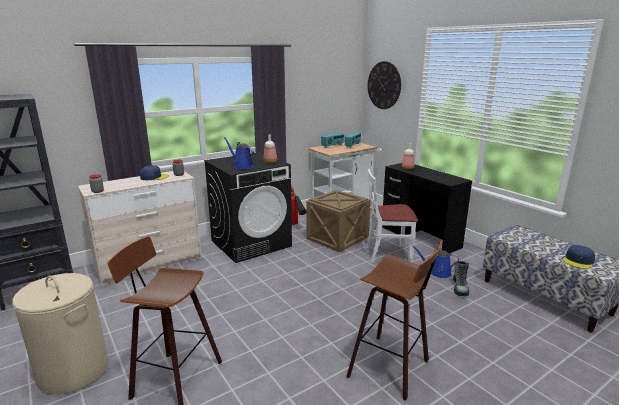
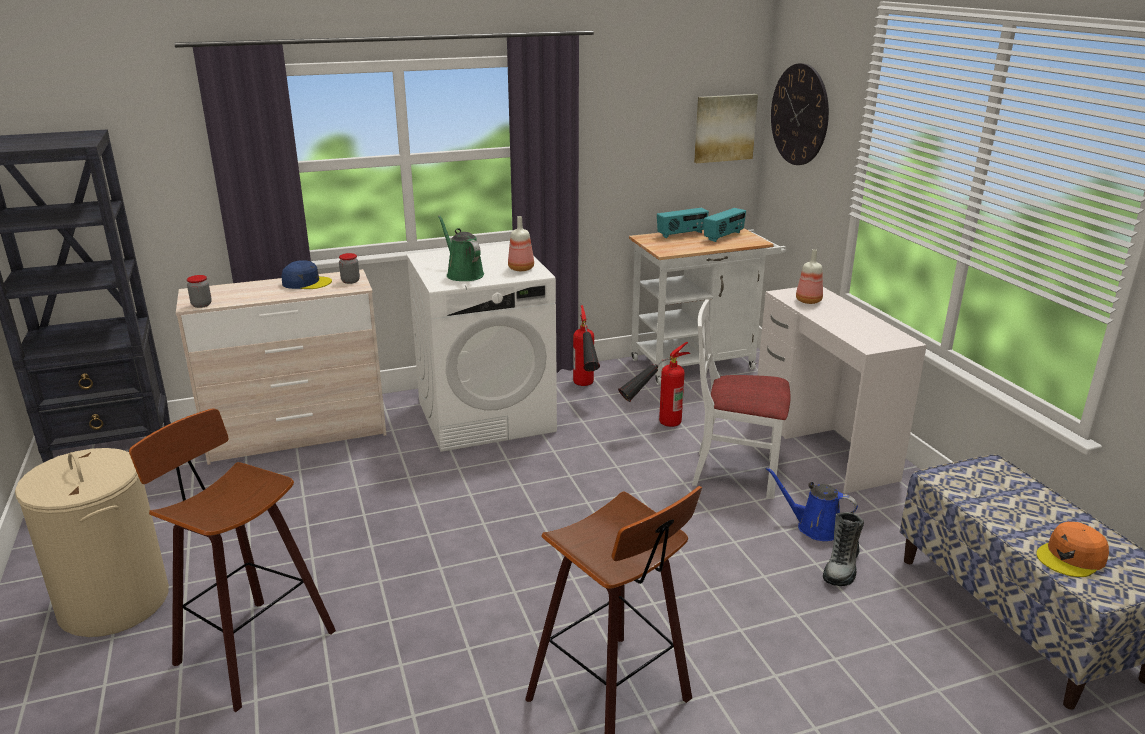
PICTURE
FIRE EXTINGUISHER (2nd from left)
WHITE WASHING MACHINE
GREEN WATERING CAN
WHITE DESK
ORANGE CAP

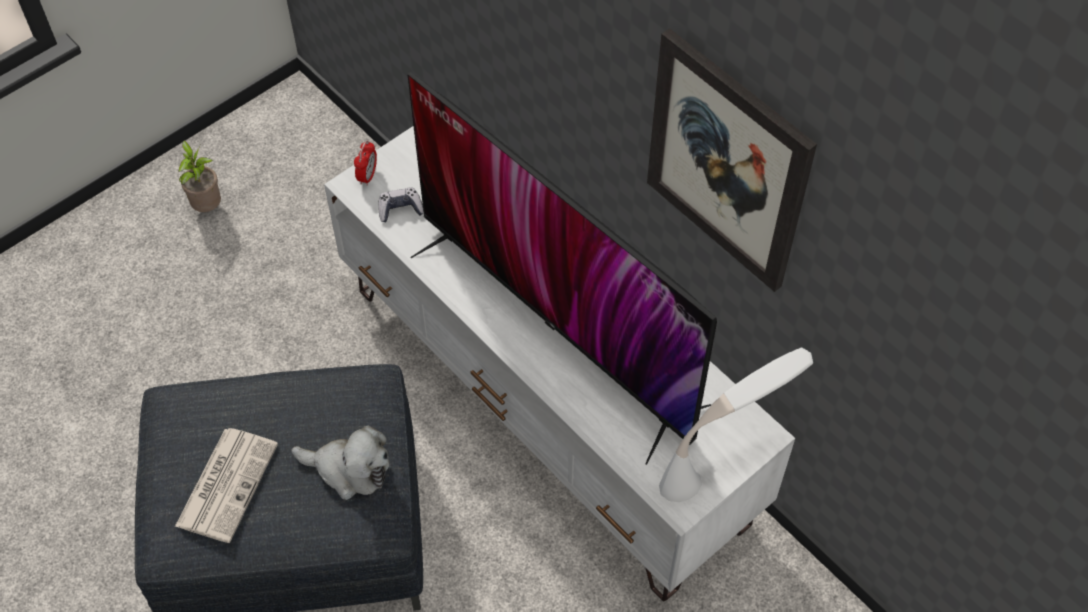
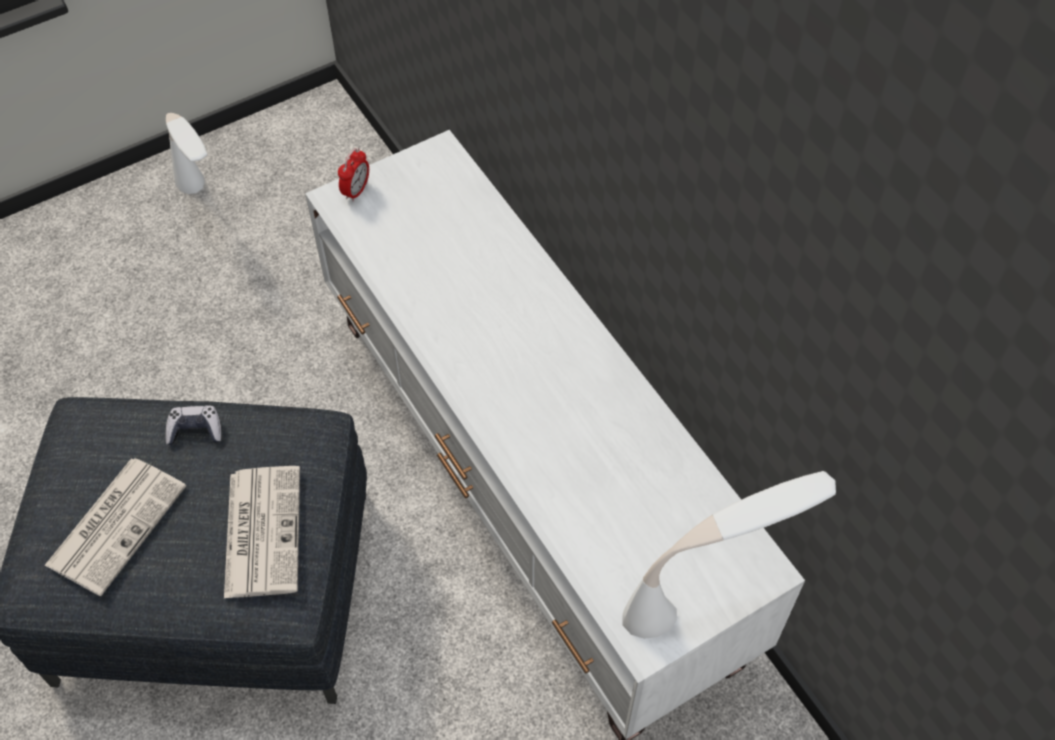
TELEVISION
PICTURE
GAME CONTROLLER
WHITE TABLE LAMP (1st from left)
NEWSPAPER (2nd from left)

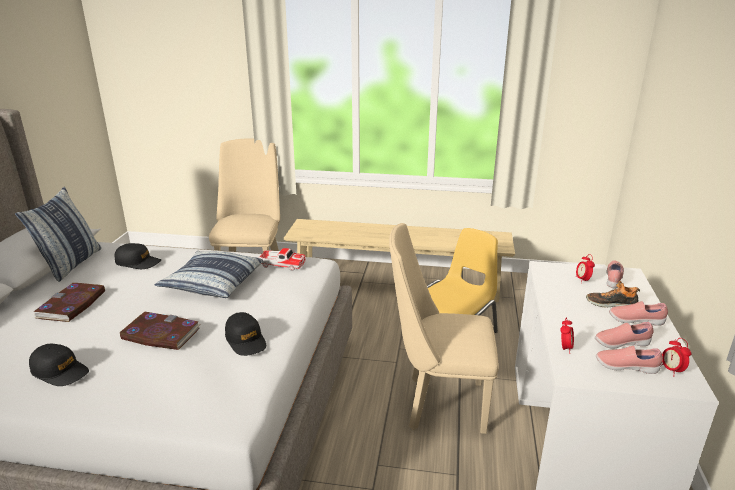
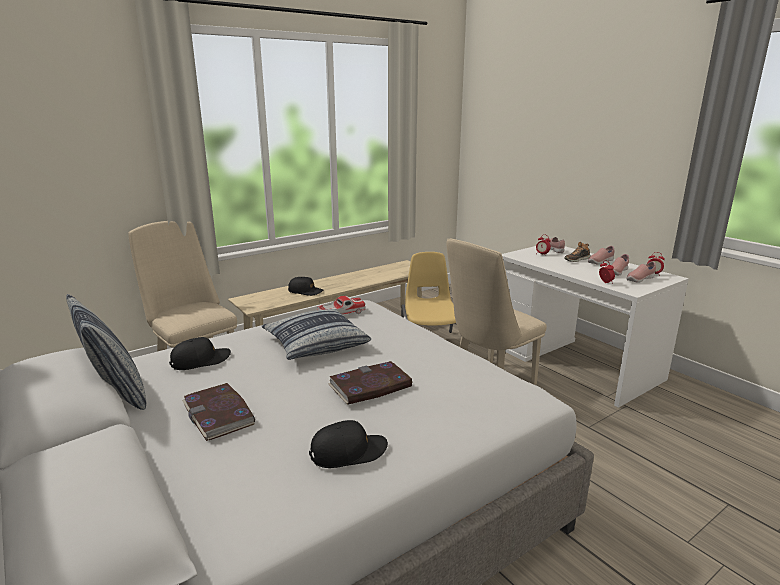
BLACK CAP (2nd from left)

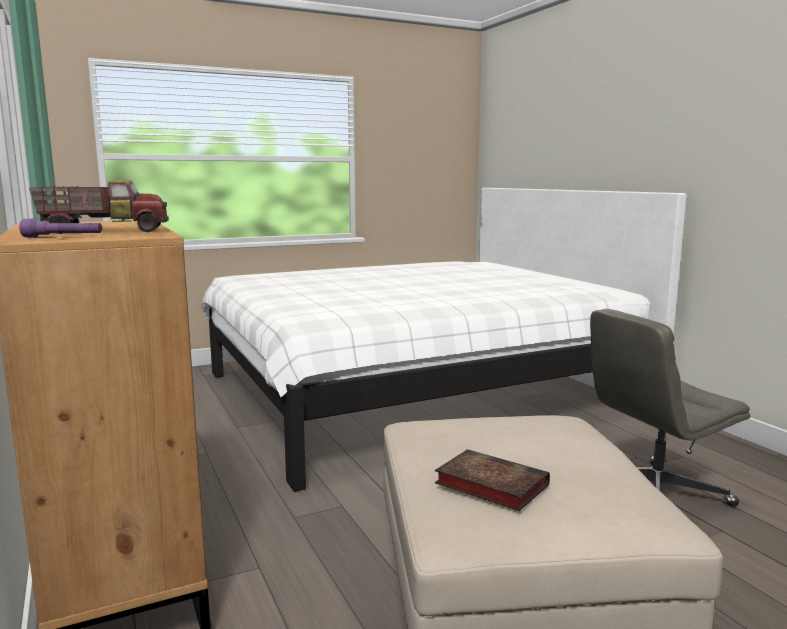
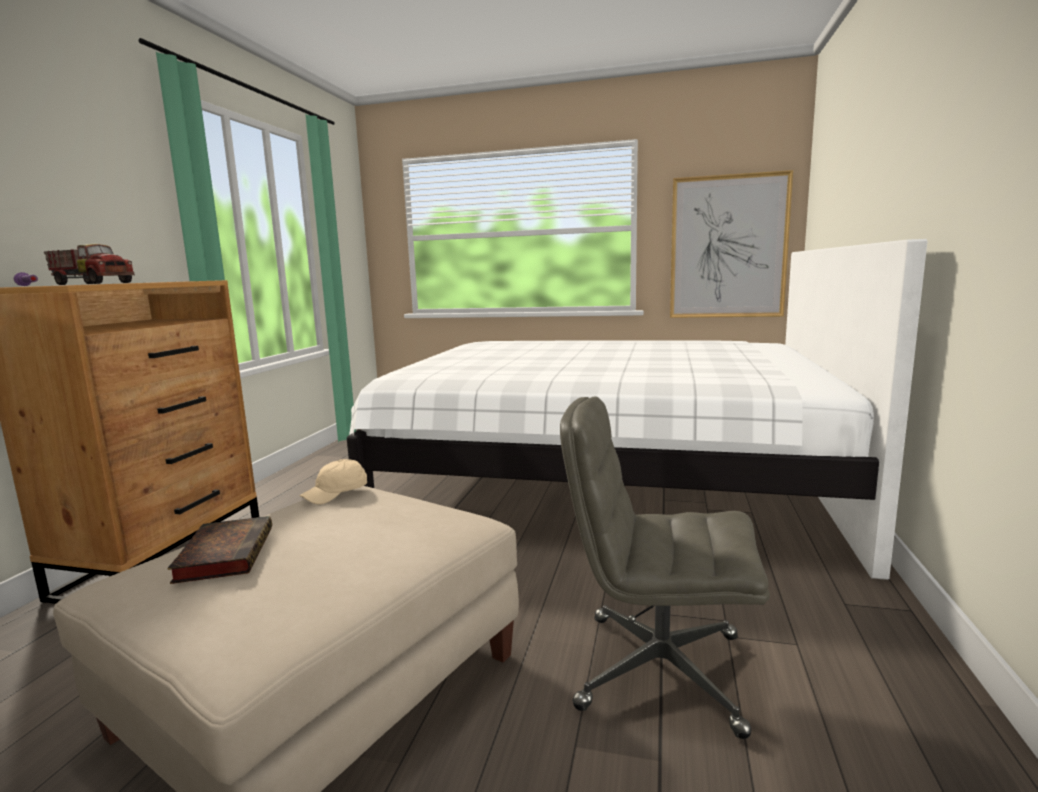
BEIGE CAP
PICTURE

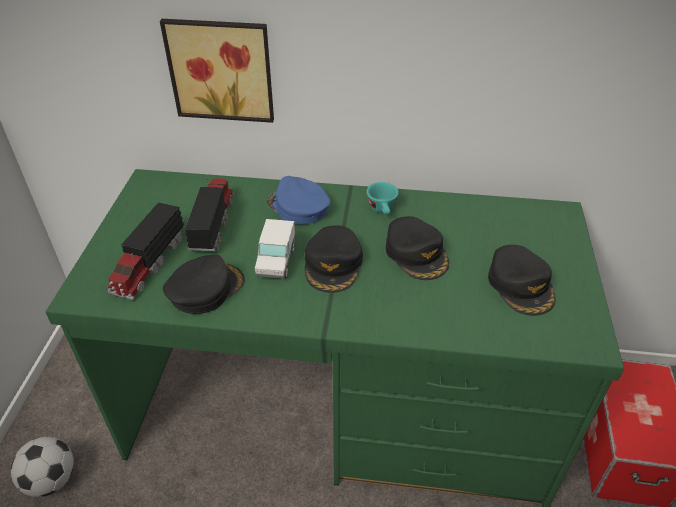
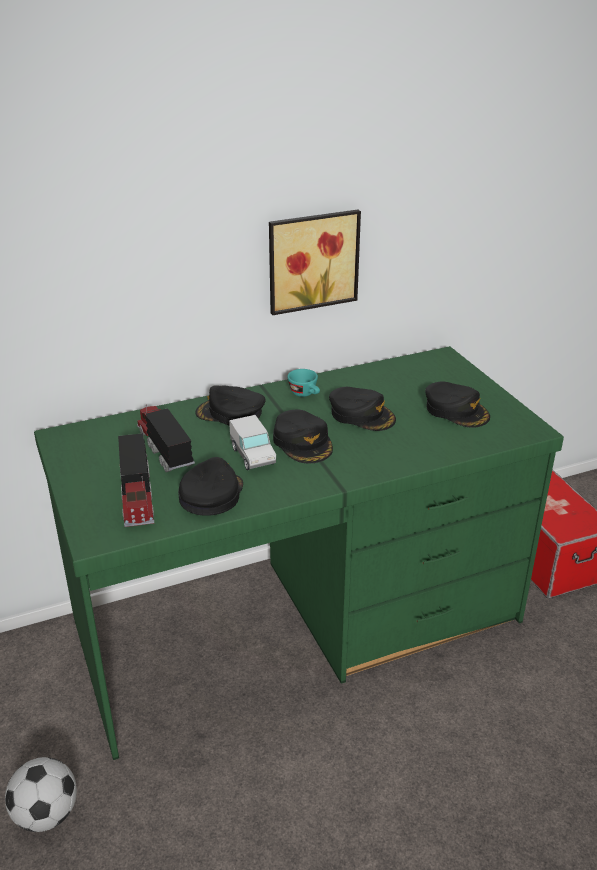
PICTURE
BLACK CAP (2nd from left)

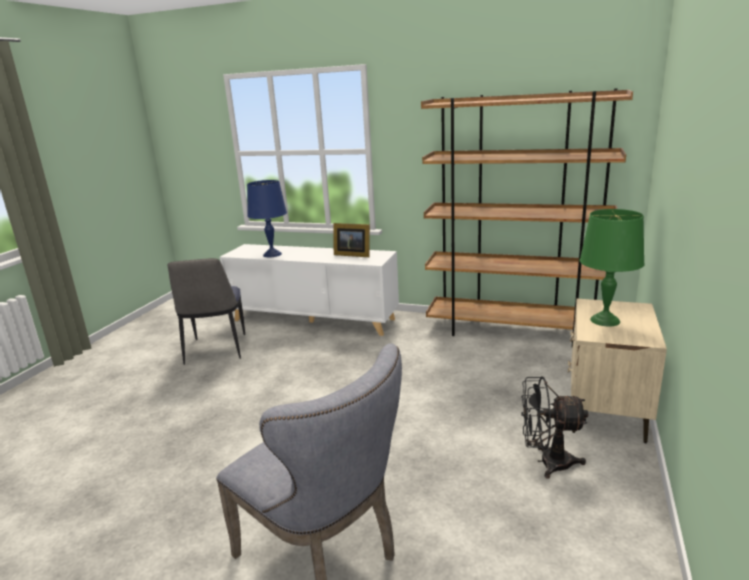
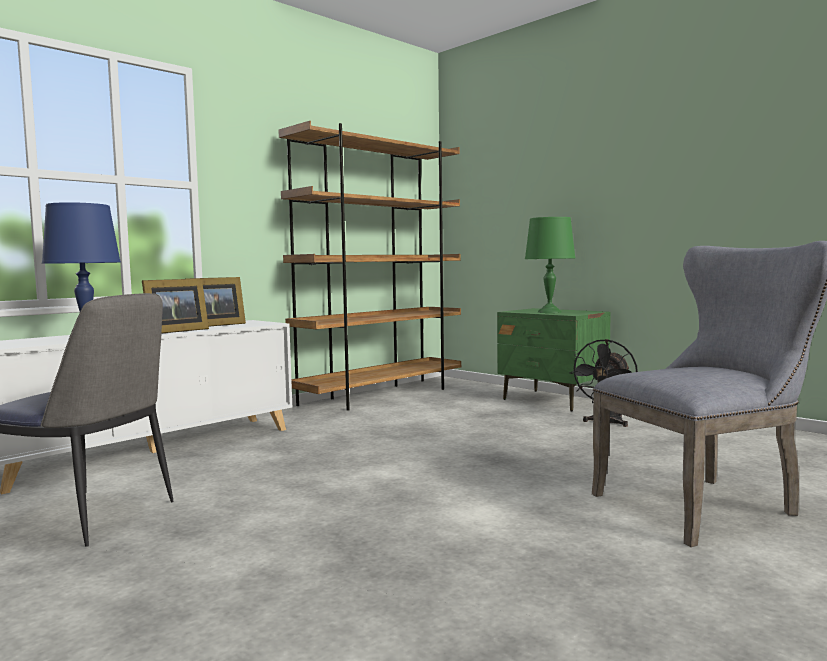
PICTURE FRAME (1st from left)
GREEN NIGHTSTAND

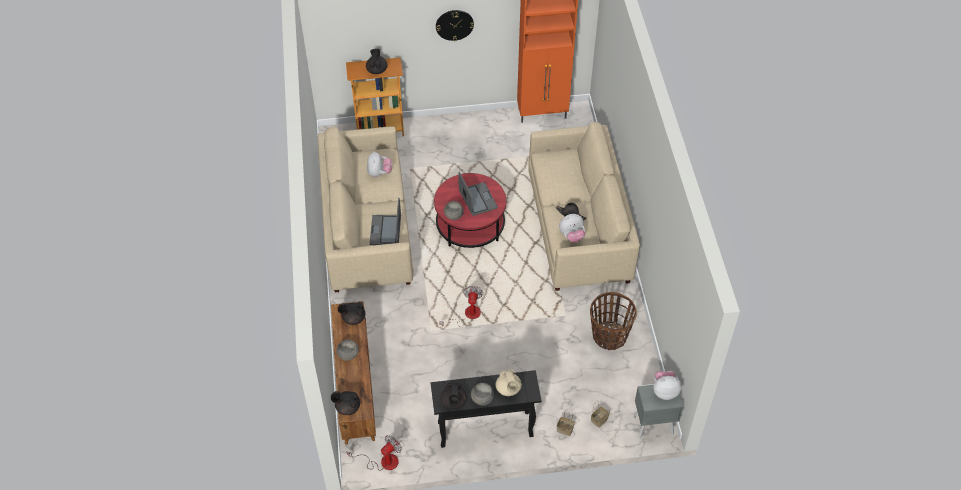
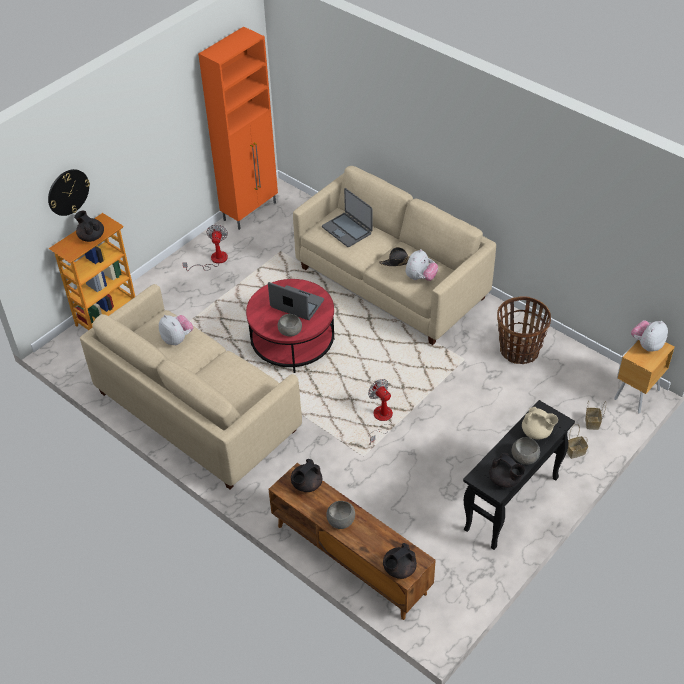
FAN (1st from left)
LAPTOP (2nd from left)
WALL CLOCK
BROWN NIGHTSTAND

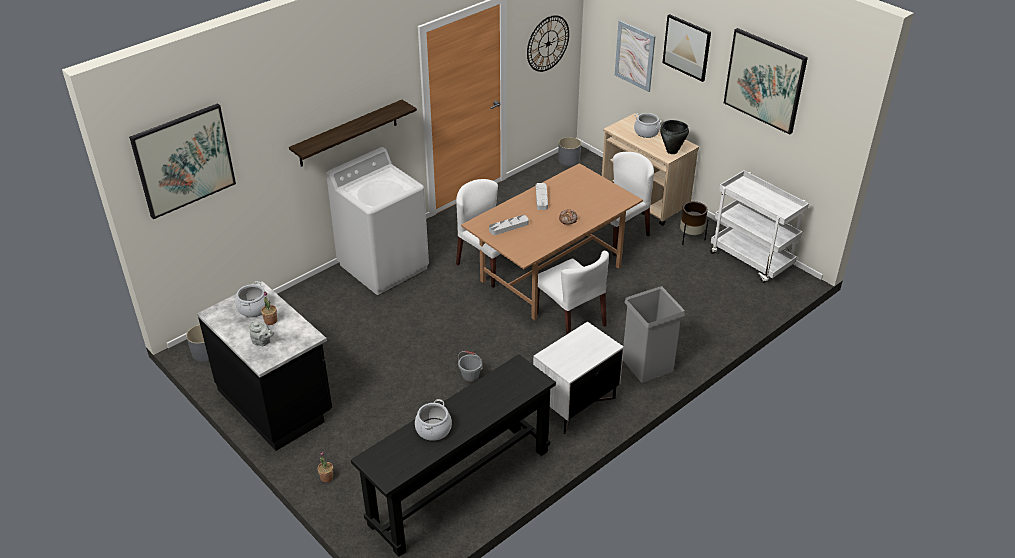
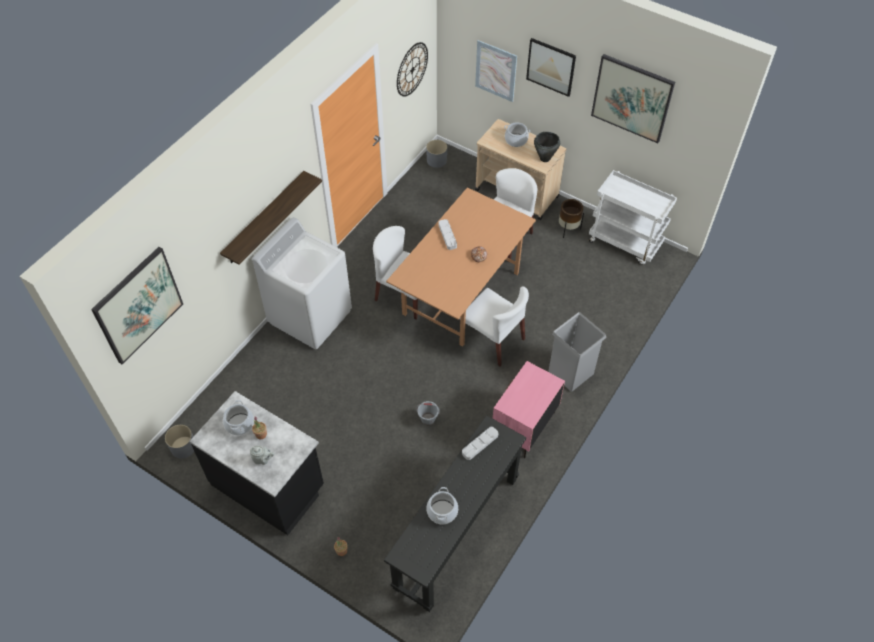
GREY TRAY (2nd from left)
PINK NIGHTSTAND

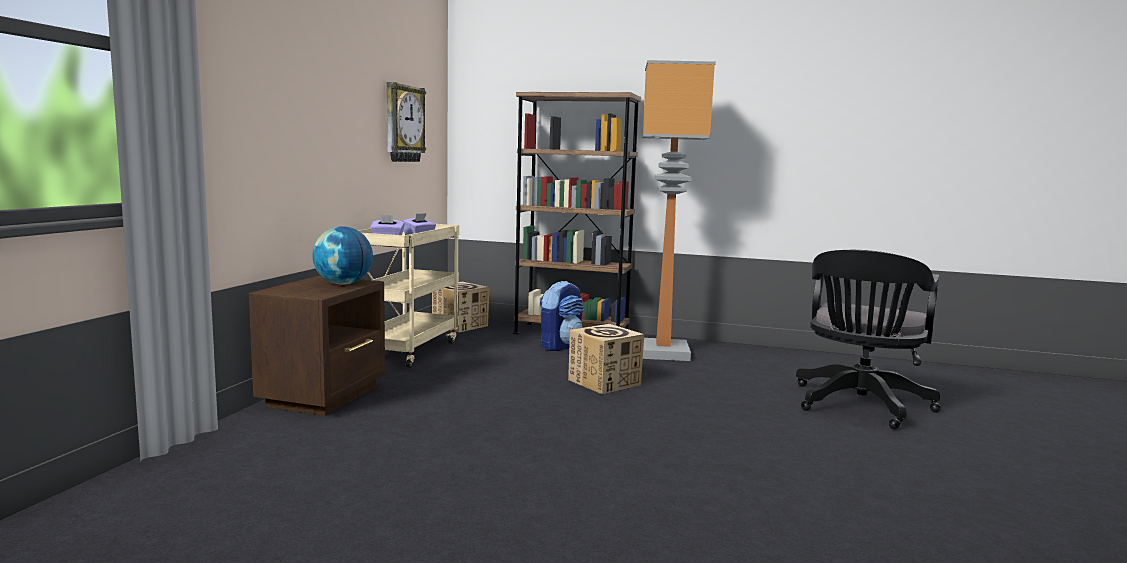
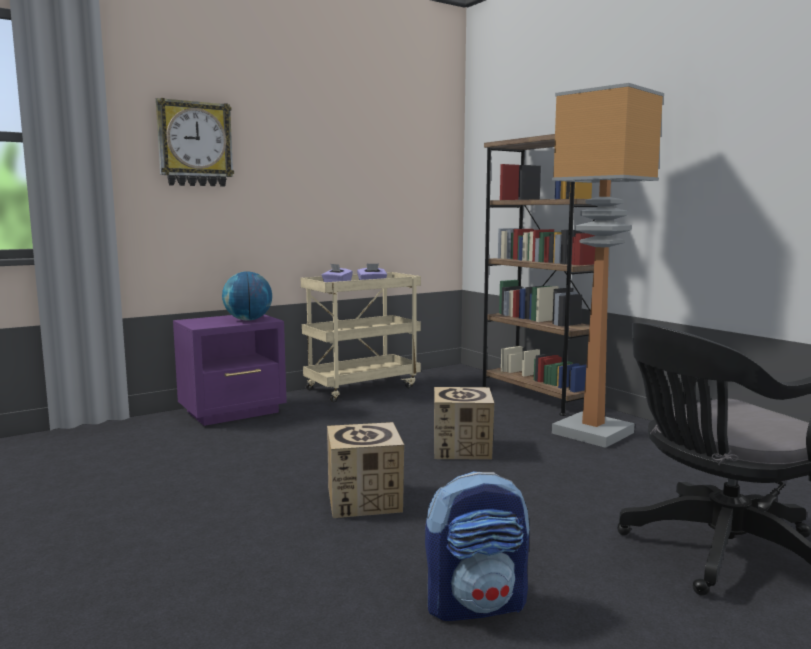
WALL CLOCK
CARDBOARD BOX (1st from left)
BACKPACK
PURPLE NIGHTSTAND

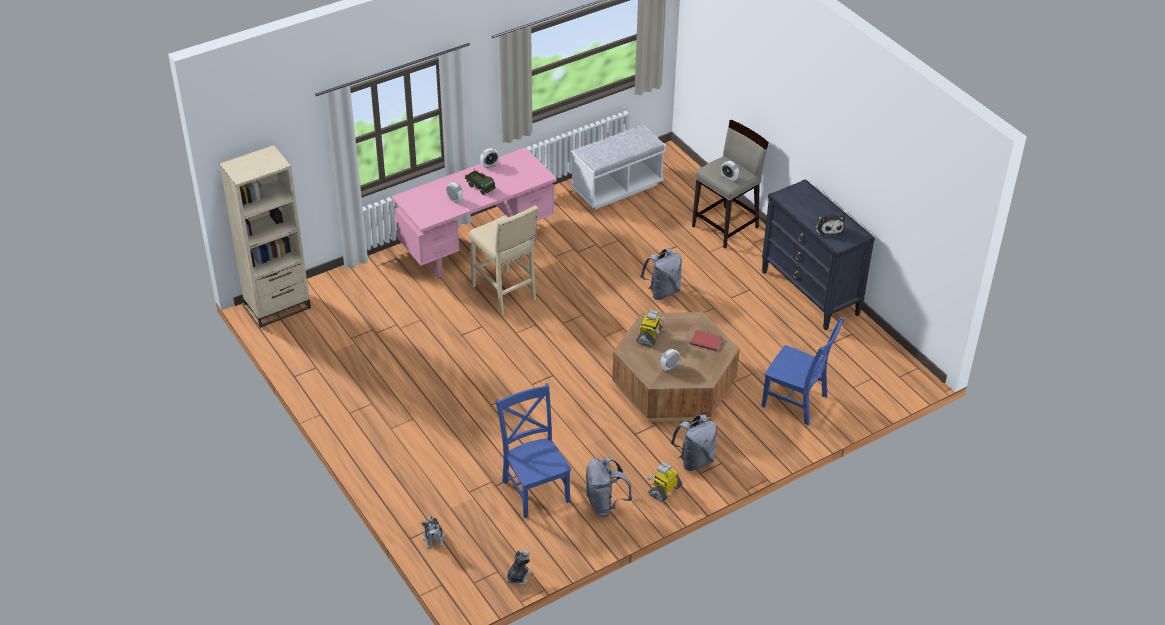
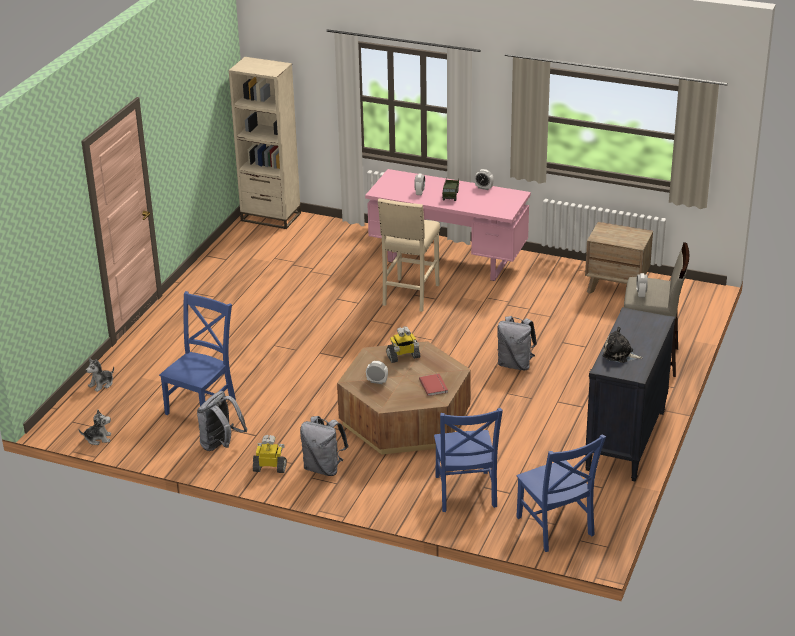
BLUE CHAIR (3rd from left)
BROWN NIGHTSTAND
PLUSH TOY (3rd from left)

